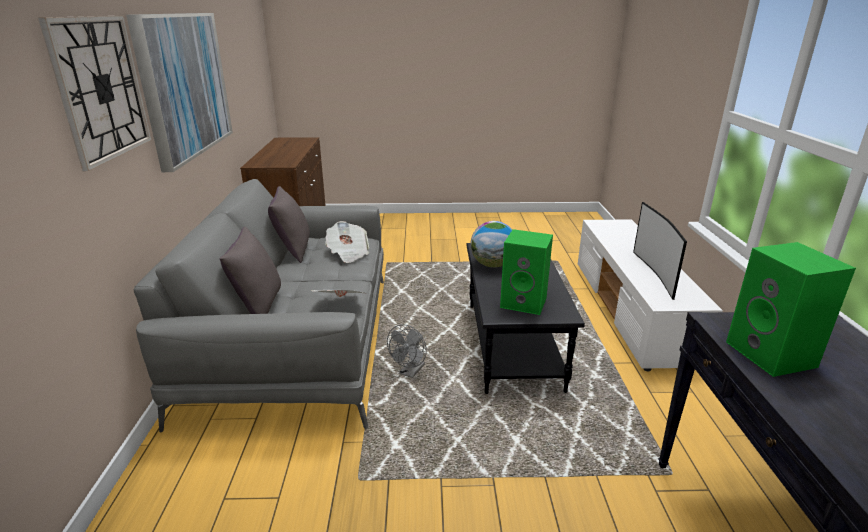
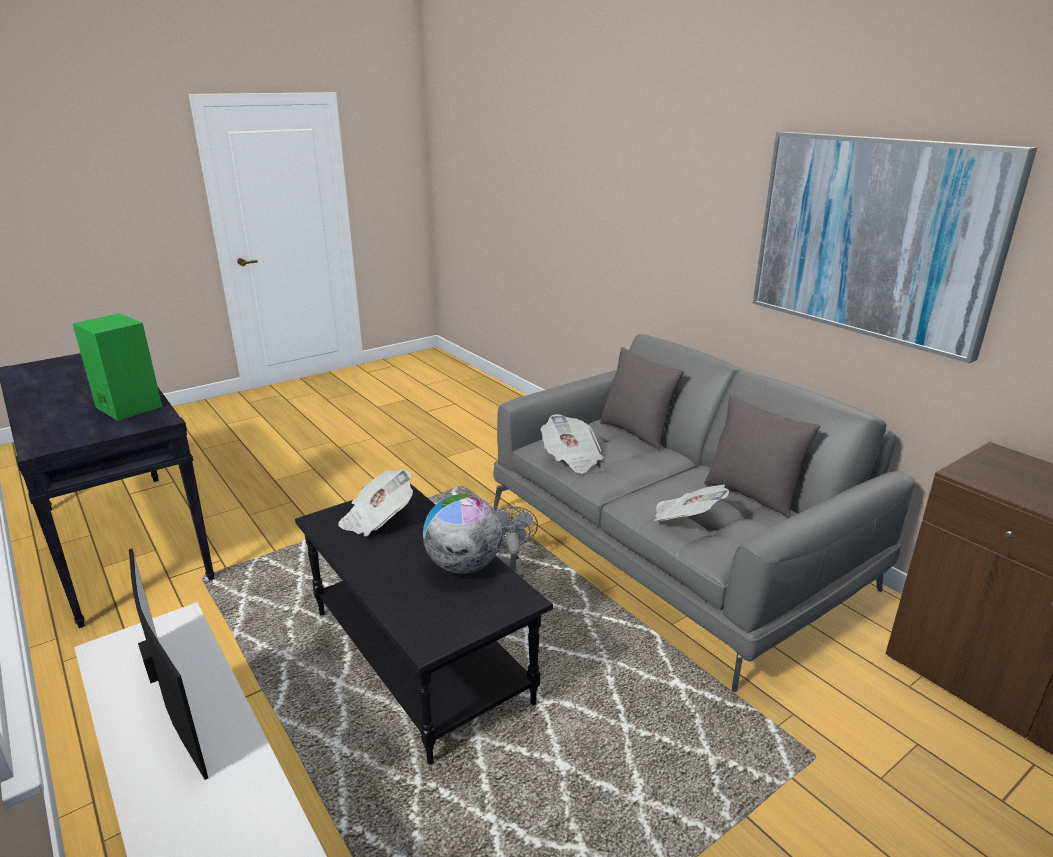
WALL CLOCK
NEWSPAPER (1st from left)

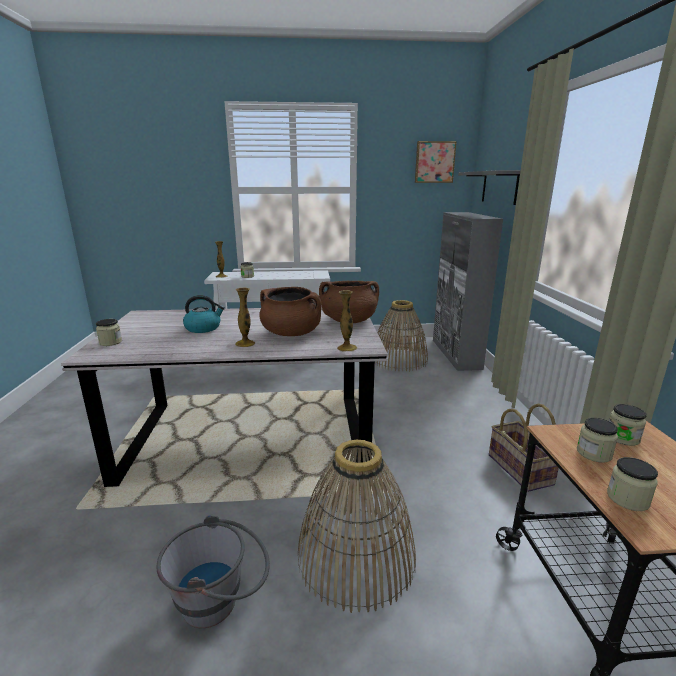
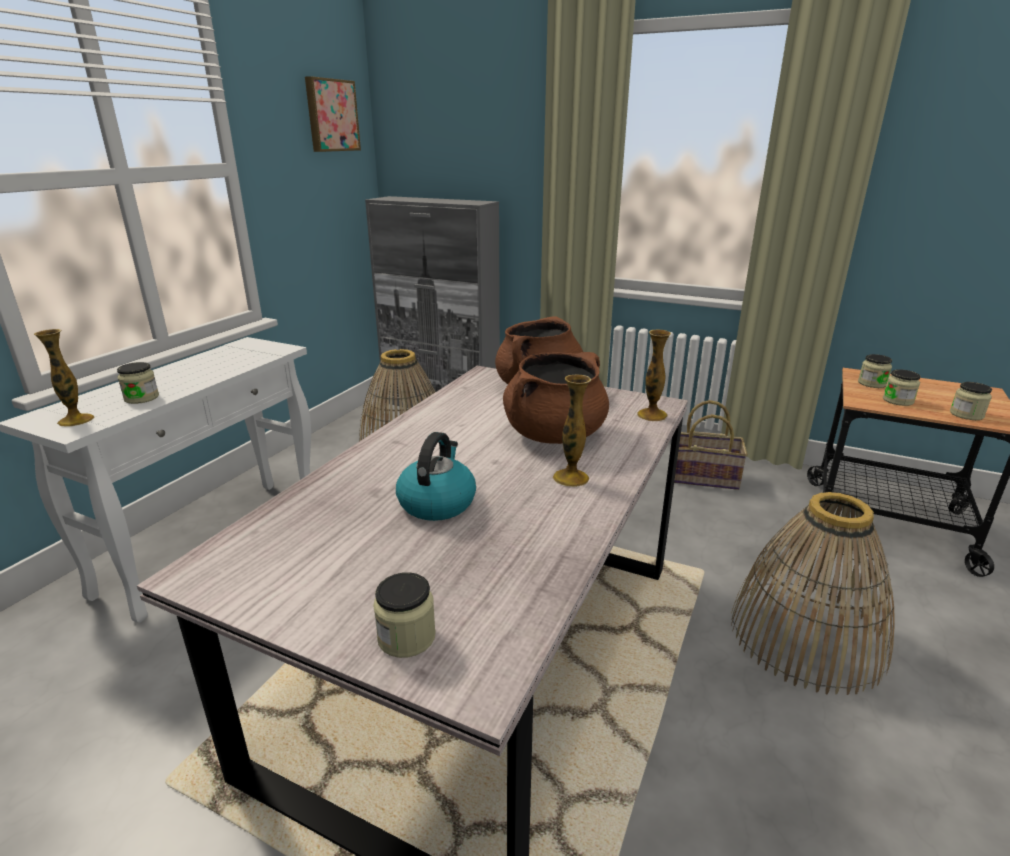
GREY BUCKET
GREY SHELF

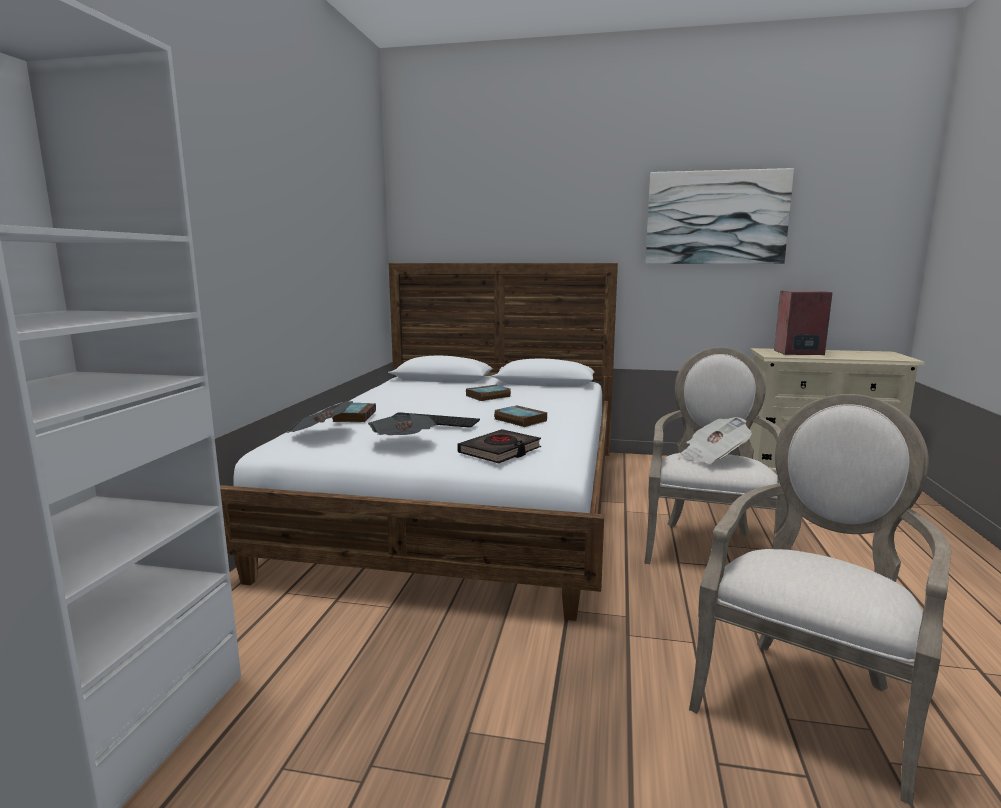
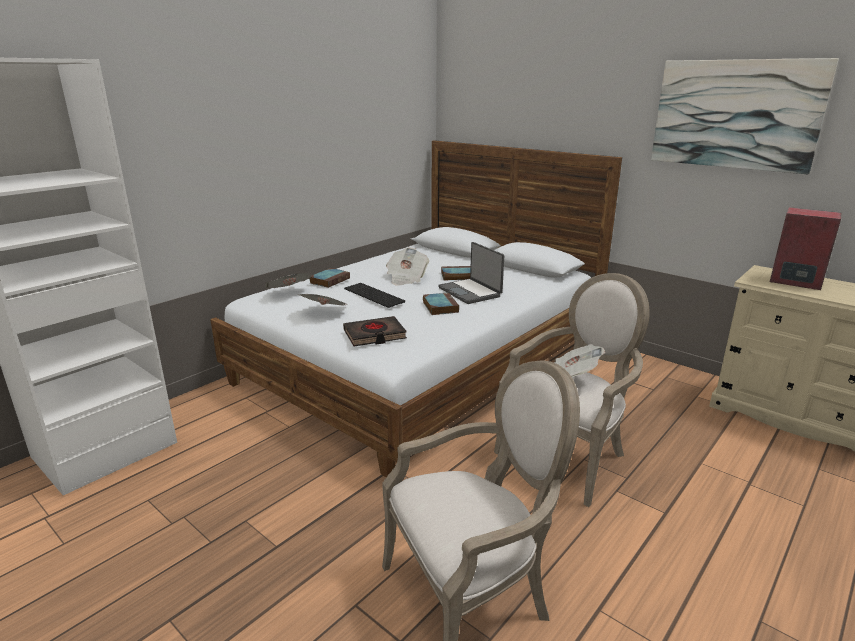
NEWSPAPER (3rd from left)
LAPTOP

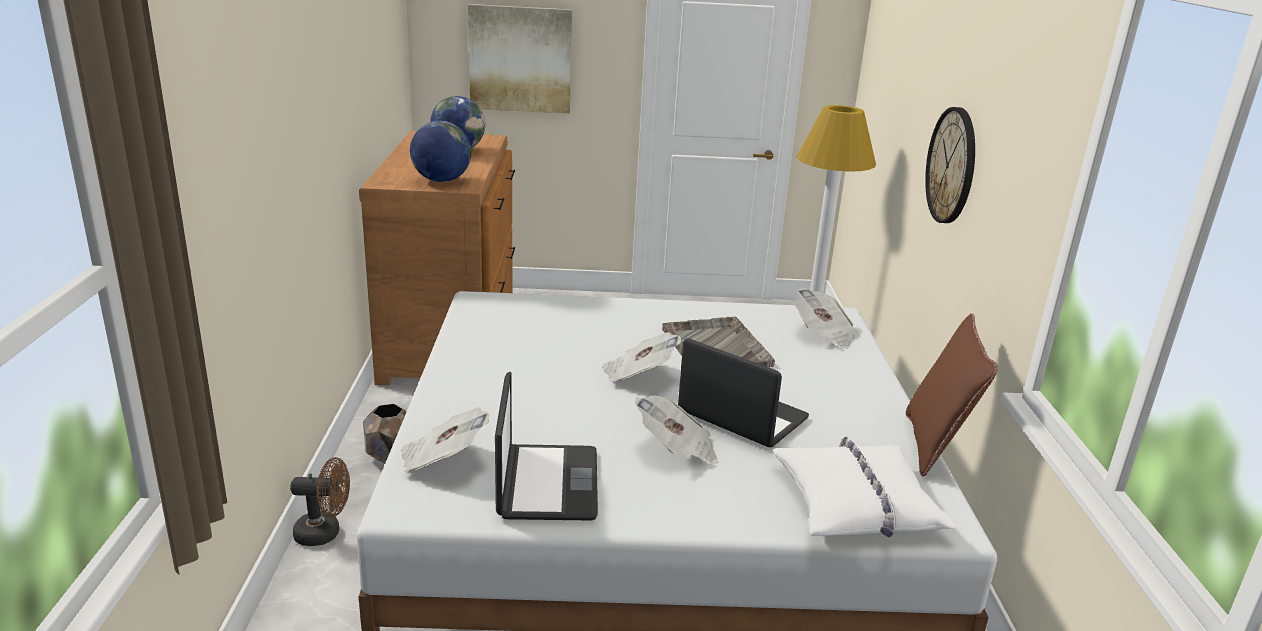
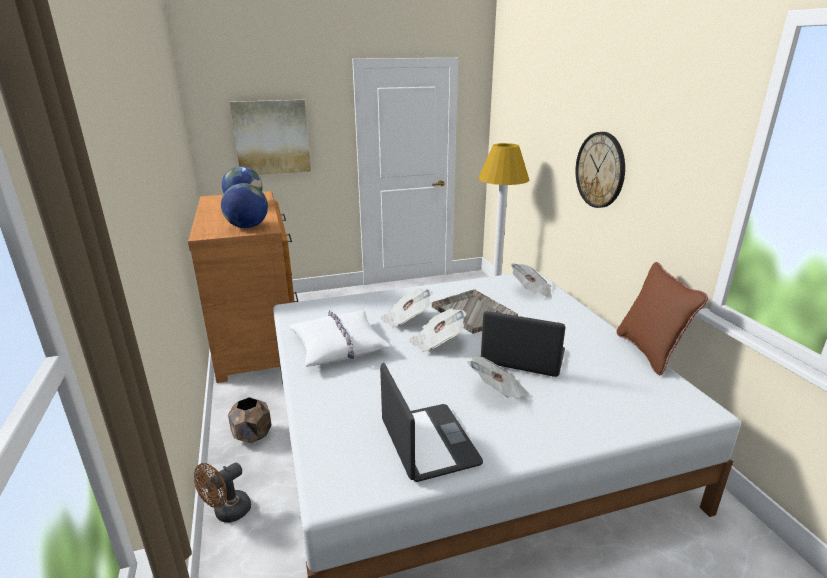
NEWSPAPER (1st from left)
WHITE PILLOW
BROWN FAN

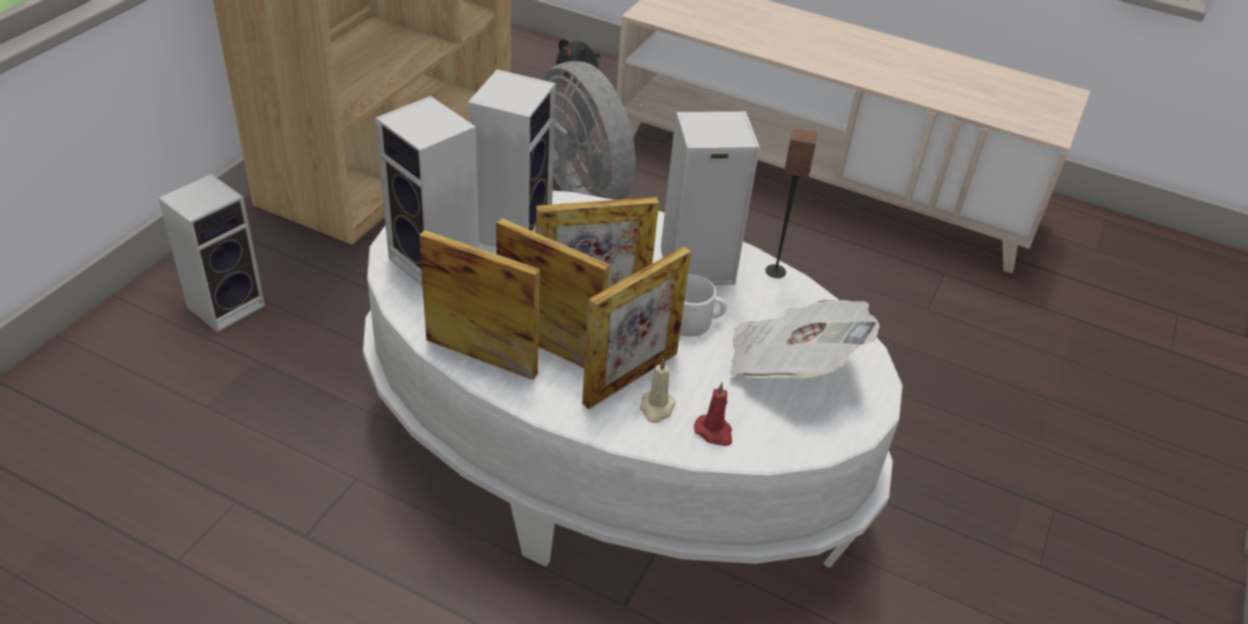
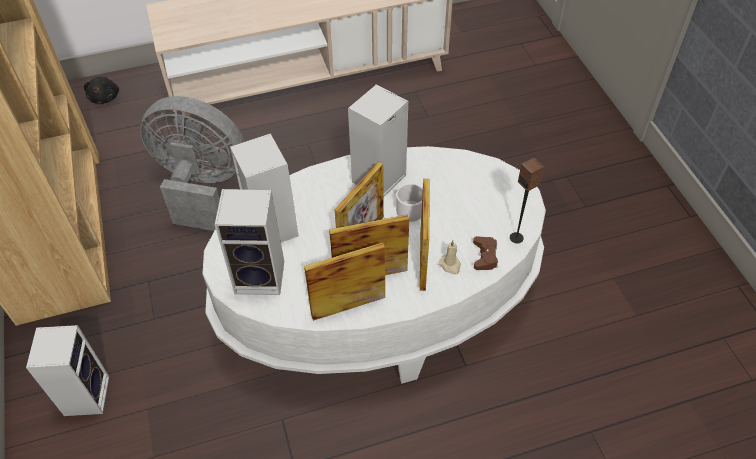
NEWSPAPER
SPEAKER (5th from left)
BROWN GAME CONTROLLER

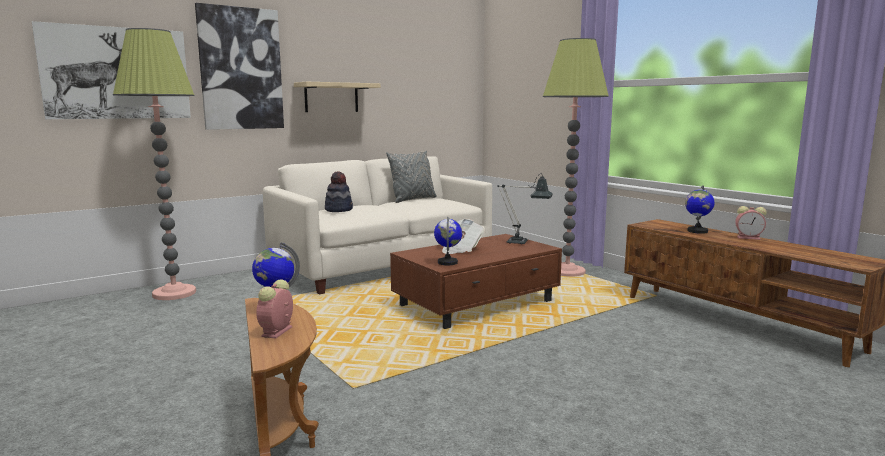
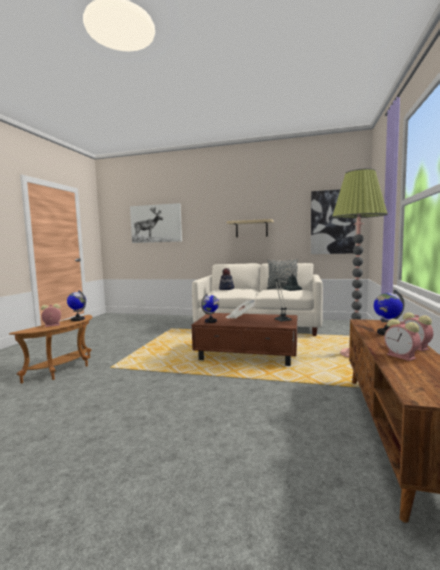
FLOOR LAMP (1st from left in the first image)
ALARM CLOCK (2nd from left)
PICTURE (2nd from left)

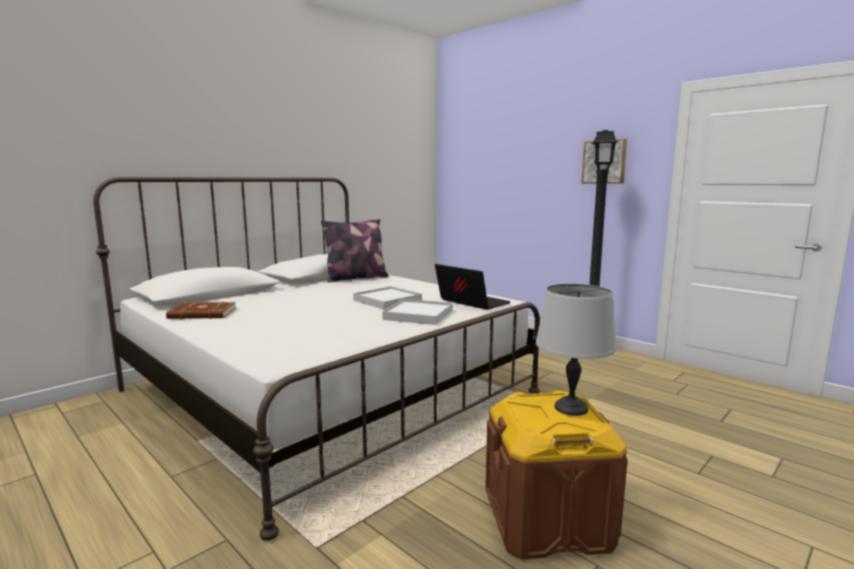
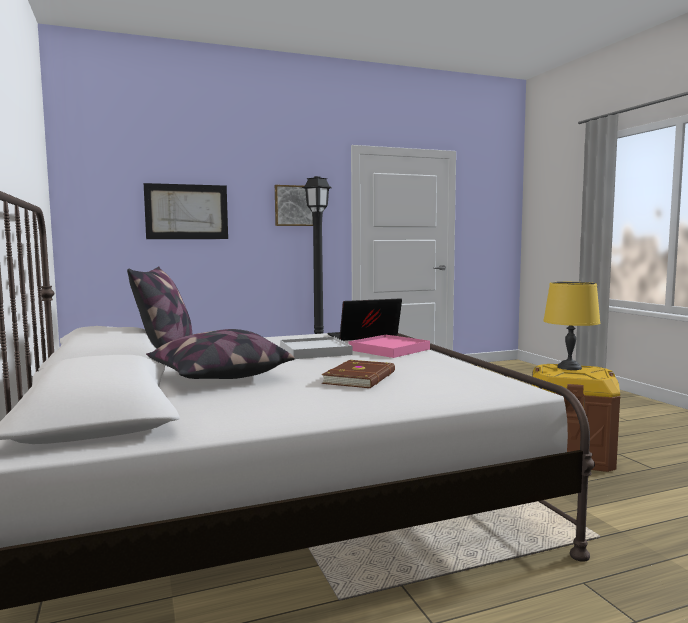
PICTURE (1st from left)
PILLOW (2nd from left)
BROWN BOOK
PINK TRAY
YELLOW TABLE LAMP

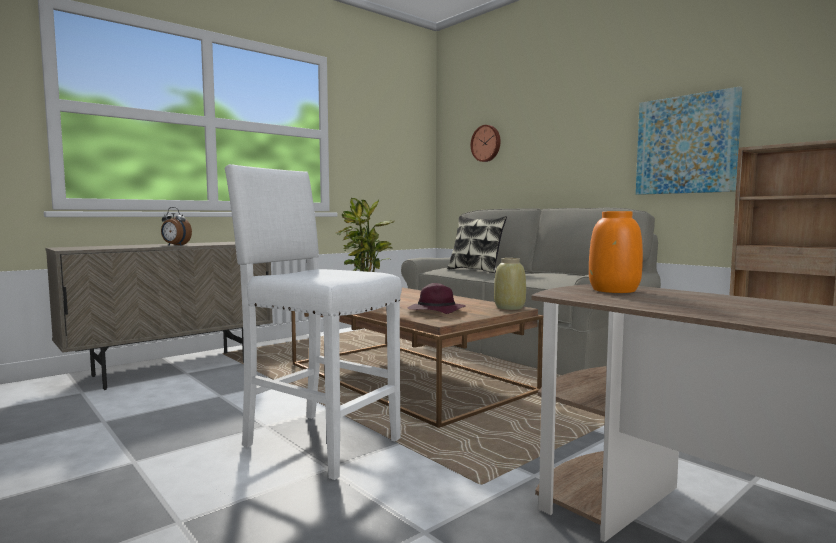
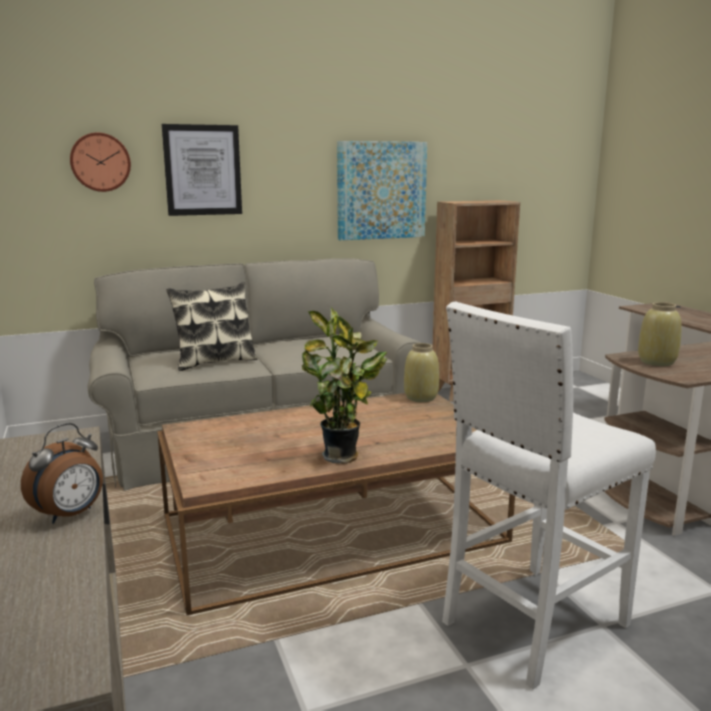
PURPLE HAT
PICTURE (1st from left)
BEIGE VASE (2nd from left)

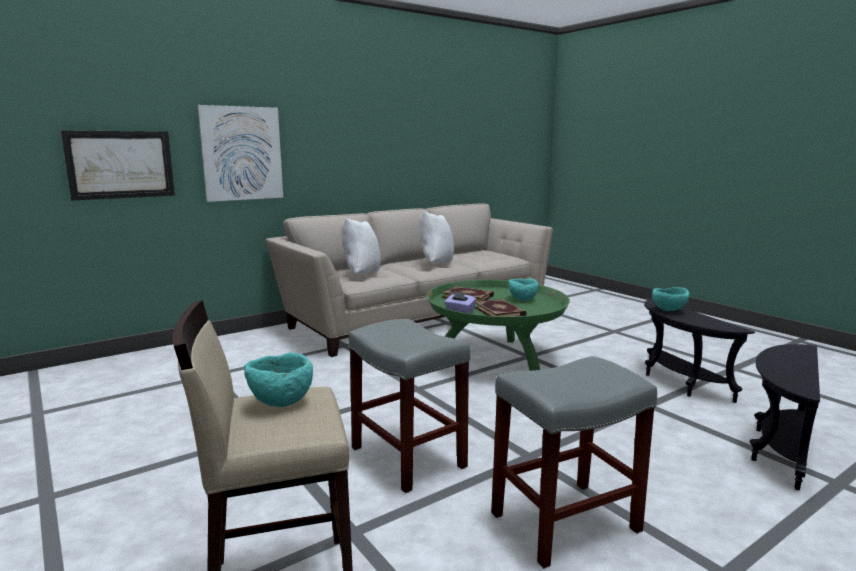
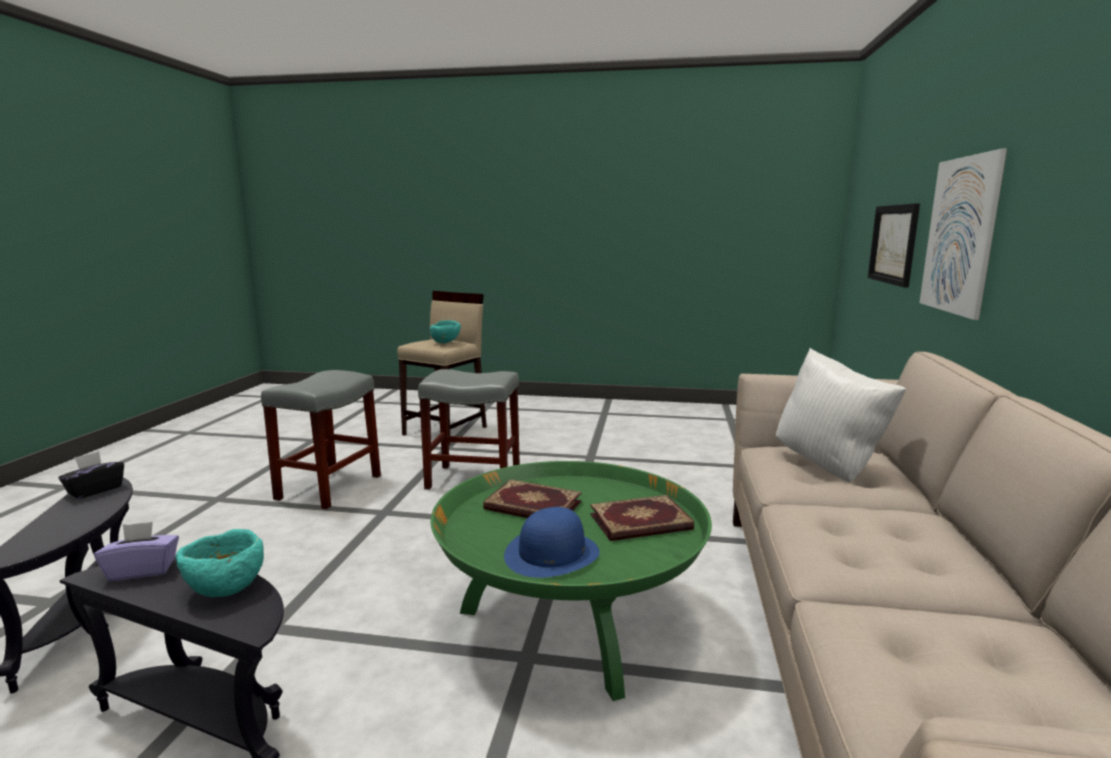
WHITE PILLOW (2nd from left in the first image)
BLACK TISSUE BOX
PURPLE TISSUE BOX
BLUE HAT

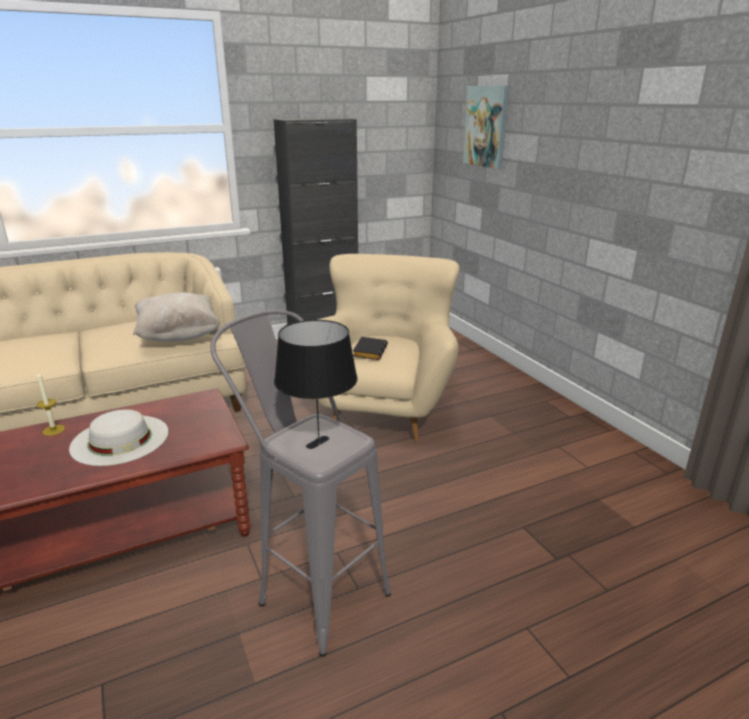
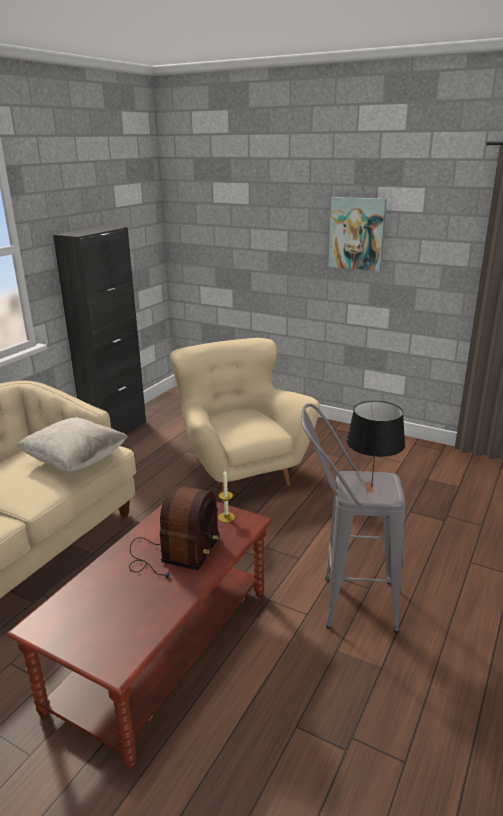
BLACK BOOK
CANDLE
PICTURE
RADIO

